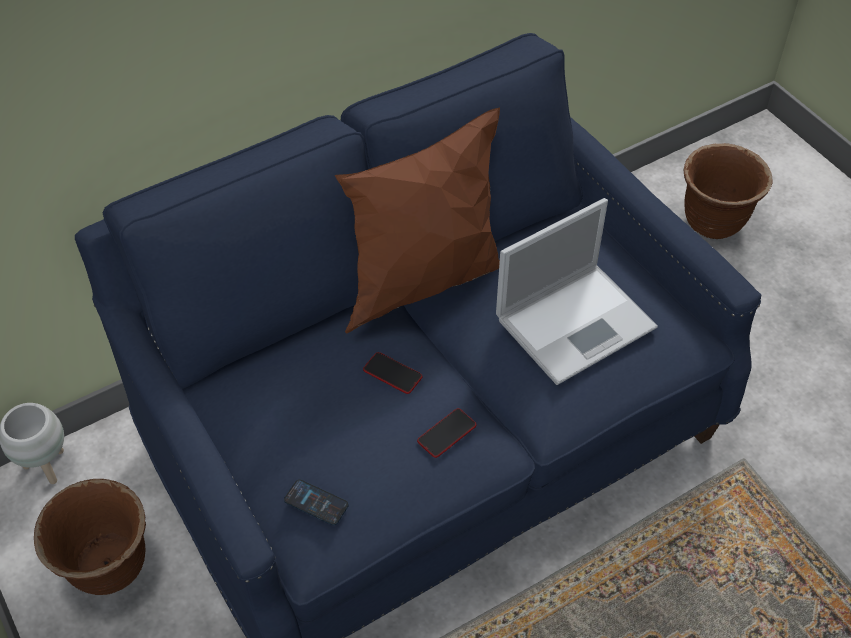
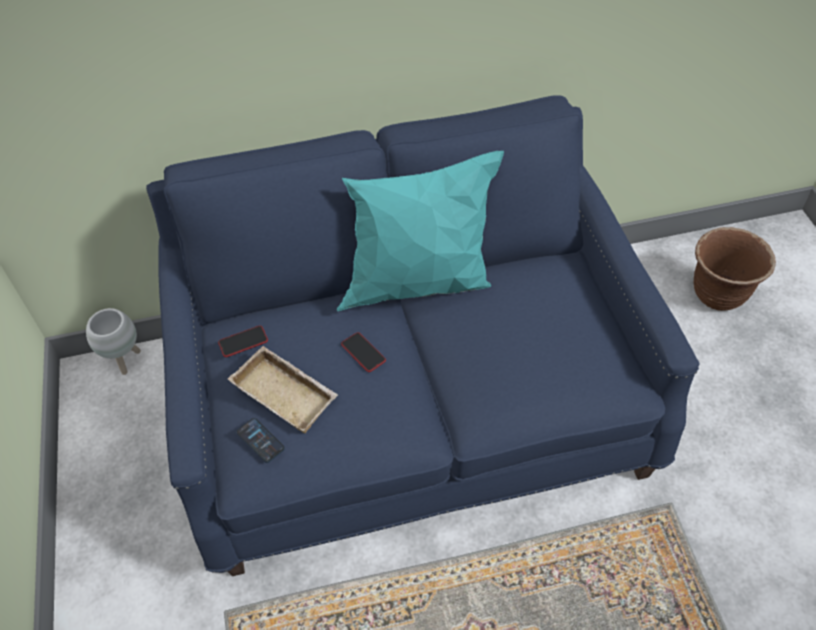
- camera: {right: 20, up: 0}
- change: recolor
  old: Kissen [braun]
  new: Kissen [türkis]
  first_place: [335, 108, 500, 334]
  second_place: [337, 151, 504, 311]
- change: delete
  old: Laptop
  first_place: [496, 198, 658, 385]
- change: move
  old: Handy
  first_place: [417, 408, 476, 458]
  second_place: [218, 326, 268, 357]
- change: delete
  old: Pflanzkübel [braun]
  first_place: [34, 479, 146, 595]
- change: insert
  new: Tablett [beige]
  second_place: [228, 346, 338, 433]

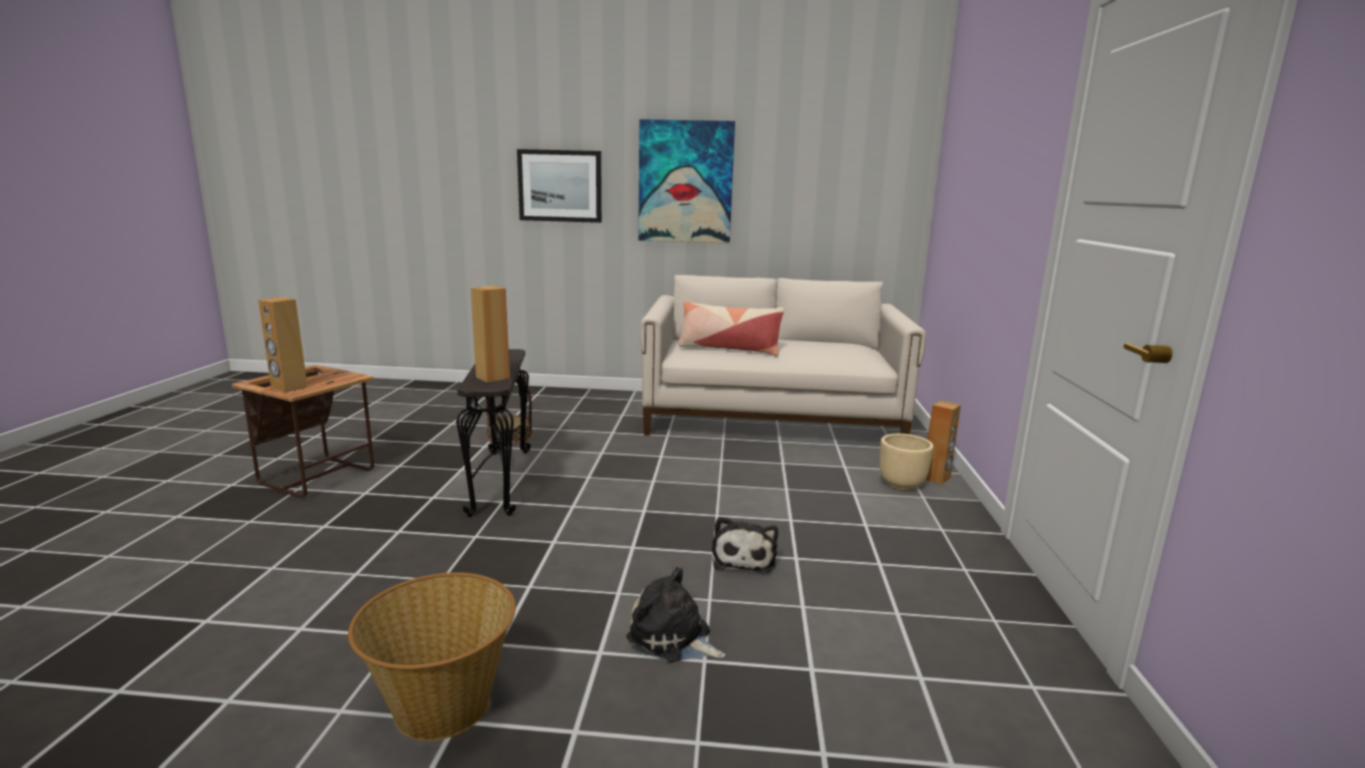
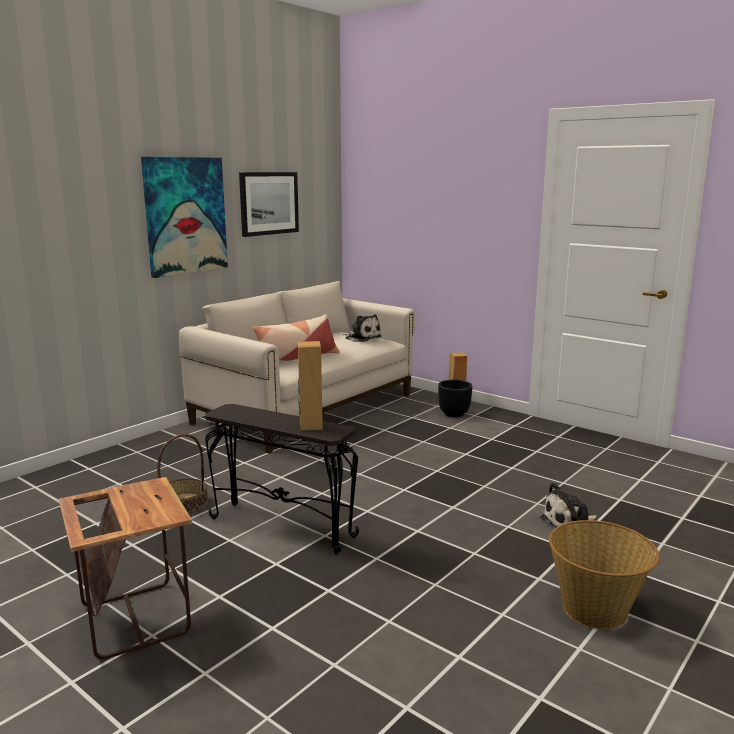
- camera: {right: -55, up: 0}
- change: move
  old: Bild
  first_place: [517, 149, 602, 223]
  second_place: [239, 172, 299, 237]
- change: delete
  old: Lautsprecher [braun]
  first_place: [258, 297, 308, 393]
- change: recolor
  old: Pflanzkübel [beige]
  new: Pflanzkübel [schwarz]
  first_place: [880, 434, 934, 491]
  second_place: [438, 380, 472, 417]
- change: move
  old: Plüschtier
  first_place: [712, 516, 778, 574]
  second_place: [344, 314, 382, 342]

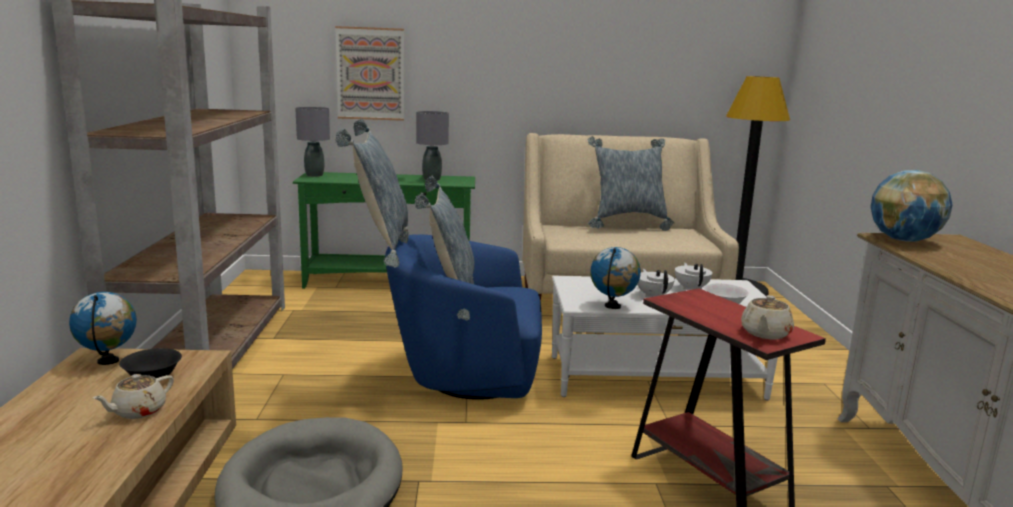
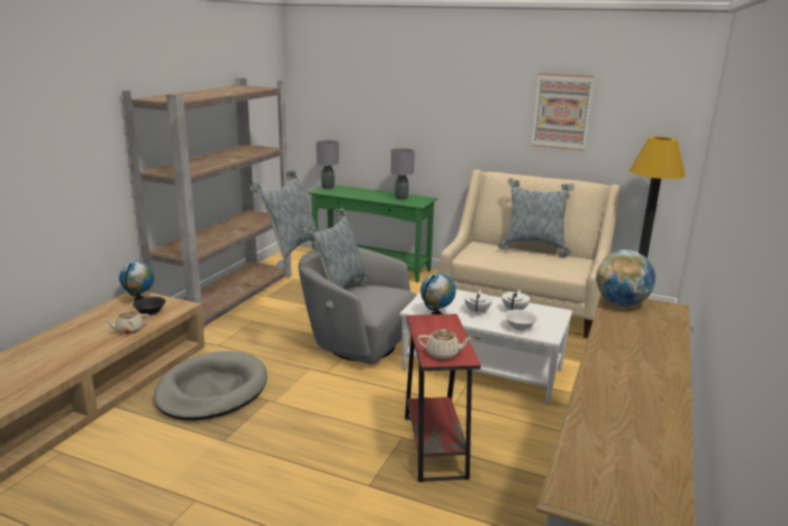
- camera: {right: 25, up: 5}
- change: move
  old: Bild
  first_place: [335, 26, 404, 121]
  second_place: [531, 73, 594, 151]
- change: recolor
  old: Sessel [blau]
  new: Sessel [grau]
  first_place: [385, 234, 542, 400]
  second_place: [298, 247, 416, 364]
- change: rotate
  old: Teekanne [beige]
  first_place: [741, 295, 794, 339]
  second_place: [418, 329, 473, 359]
  degrees: -135

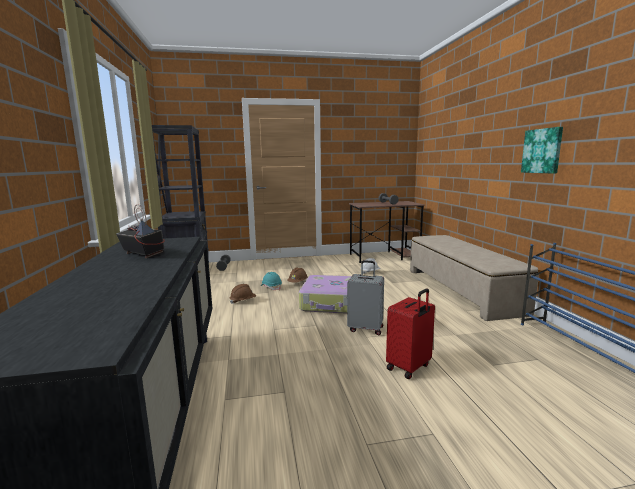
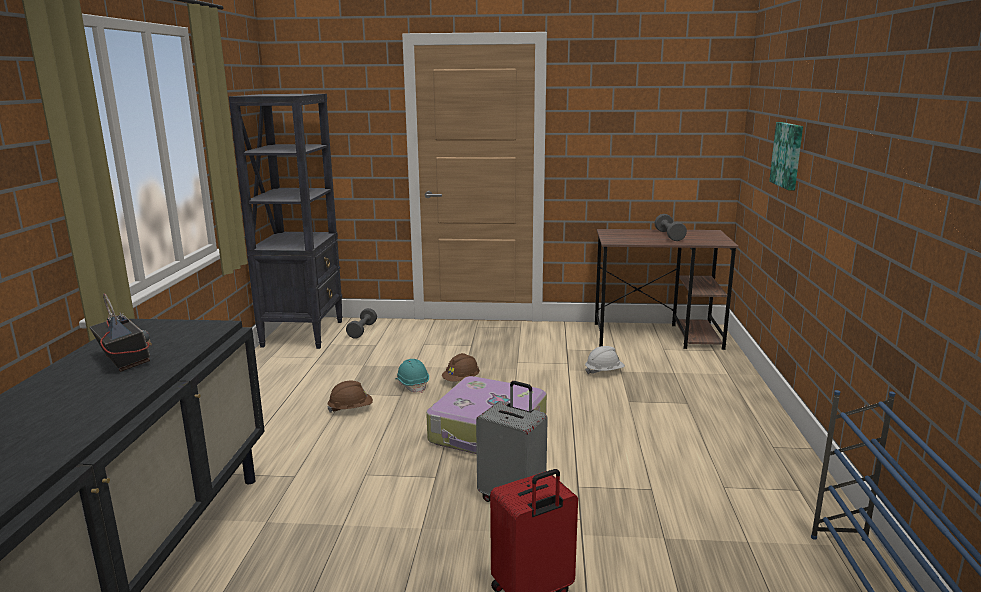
- camera: {right: 15, up: 5}
- change: move
  old: Bild
  first_place: [521, 127, 563, 174]
  second_place: [769, 122, 803, 191]
- change: delete
  old: Bank [beige]
  first_place: [410, 235, 539, 321]

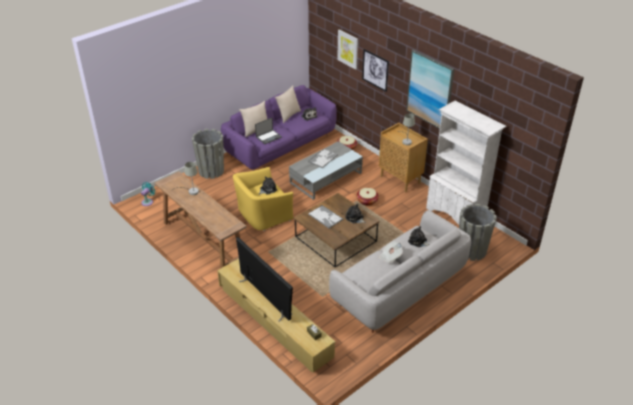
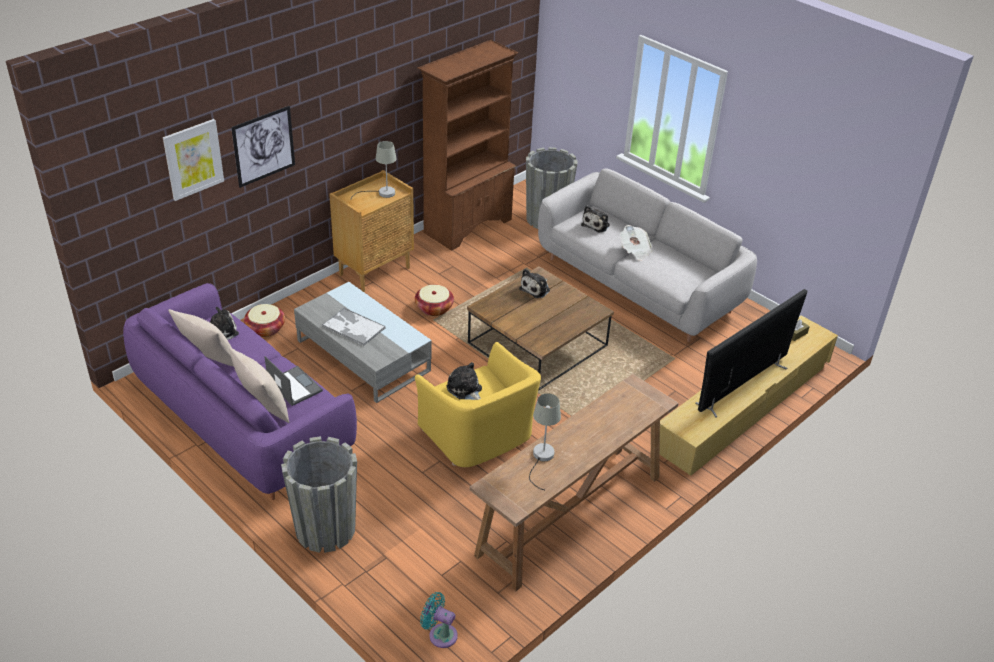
- camera: {right: -95, up: 0}
- change: delete
  old: Bild
  first_place: [406, 50, 454, 129]
- change: recolor
  old: Bücherregal [weiß]
  new: Bücherregal [braun]
  first_place: [426, 100, 506, 225]
  second_place: [418, 40, 518, 251]
- change: delete
  old: Tablett
  first_place: [308, 205, 343, 228]

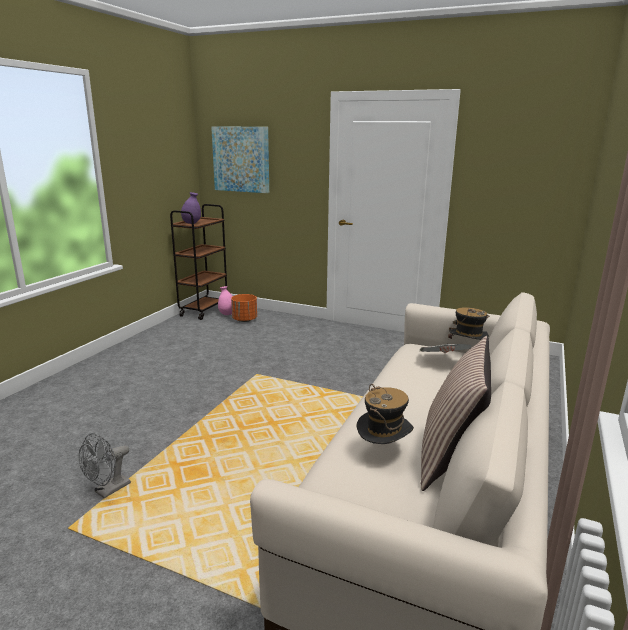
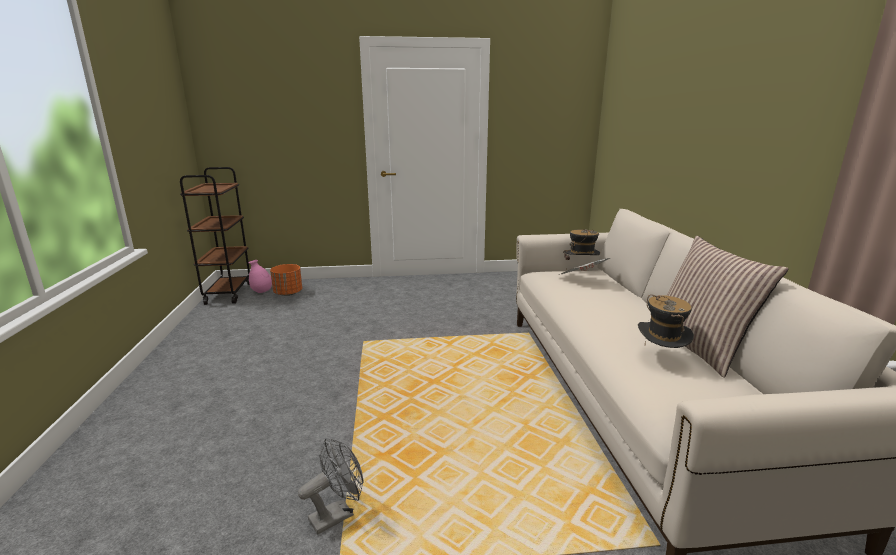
- camera: {right: -30, up: 0}
- change: delete
  old: Bild
  first_place: [211, 126, 269, 193]
- change: delete
  old: Vase [lila]
  first_place: [181, 192, 201, 224]
- change: rotate
  old: Ventilator [grau]
  first_place: [79, 433, 131, 498]
  second_place: [298, 438, 364, 535]
  degrees: -135

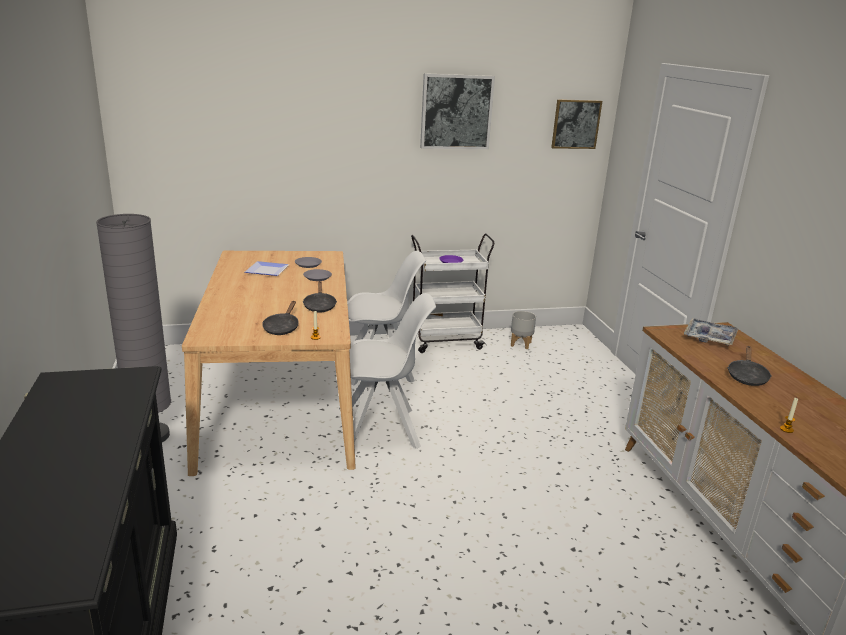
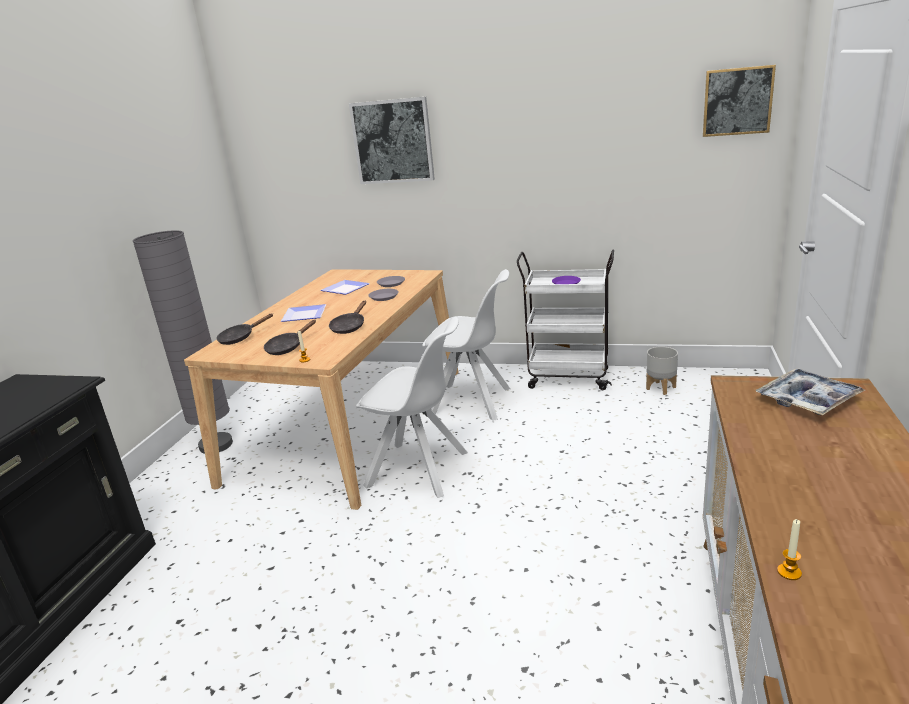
- camera: {right: 30, up: 0}
- change: move
  old: Bild
  first_place: [420, 73, 495, 149]
  second_place: [349, 97, 435, 184]
- change: move
  old: Pfanne [schwarz]
  first_place: [727, 346, 771, 386]
  second_place: [216, 314, 273, 345]
- change: insert
  new: Teller
  second_place: [281, 304, 326, 322]

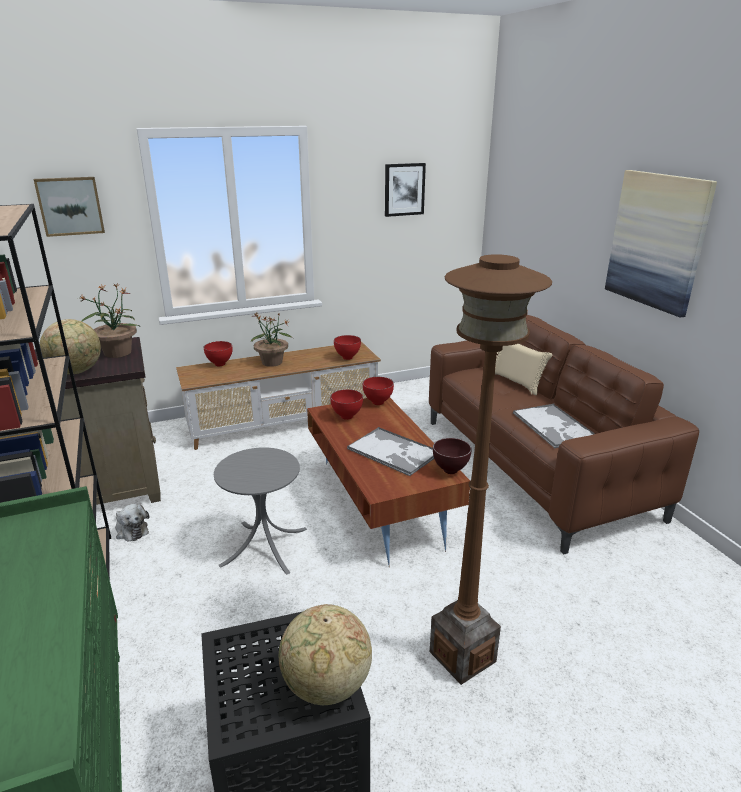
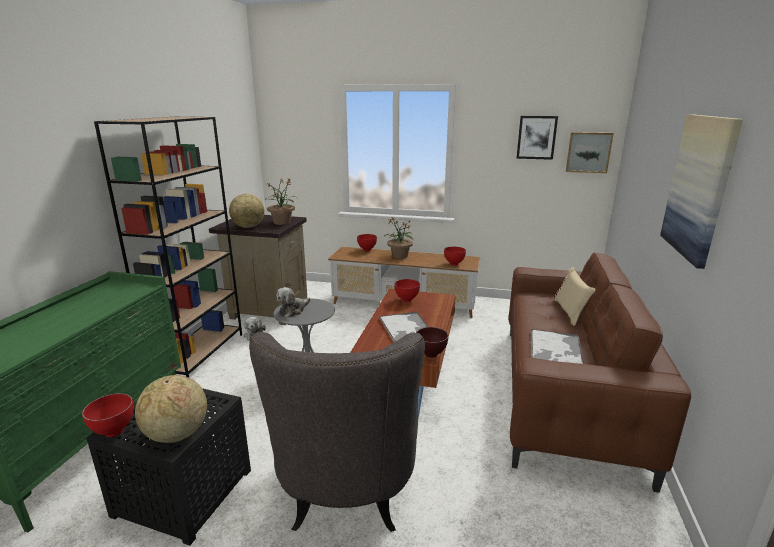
- camera: {right: 35, up: -5}
- change: move
  old: Bild
  first_place: [34, 177, 105, 237]
  second_place: [566, 132, 614, 173]
- change: replace
  old: Stehlampe [braun]
  new: Sessel [grau]
  first_place: [430, 254, 552, 685]
  second_place: [249, 332, 425, 532]
- change: move
  old: Schüssel [rot]
  first_place: [363, 377, 394, 405]
  second_place: [82, 393, 134, 437]
- change: insert
  new: Plüschtier
  second_place: [276, 287, 310, 318]

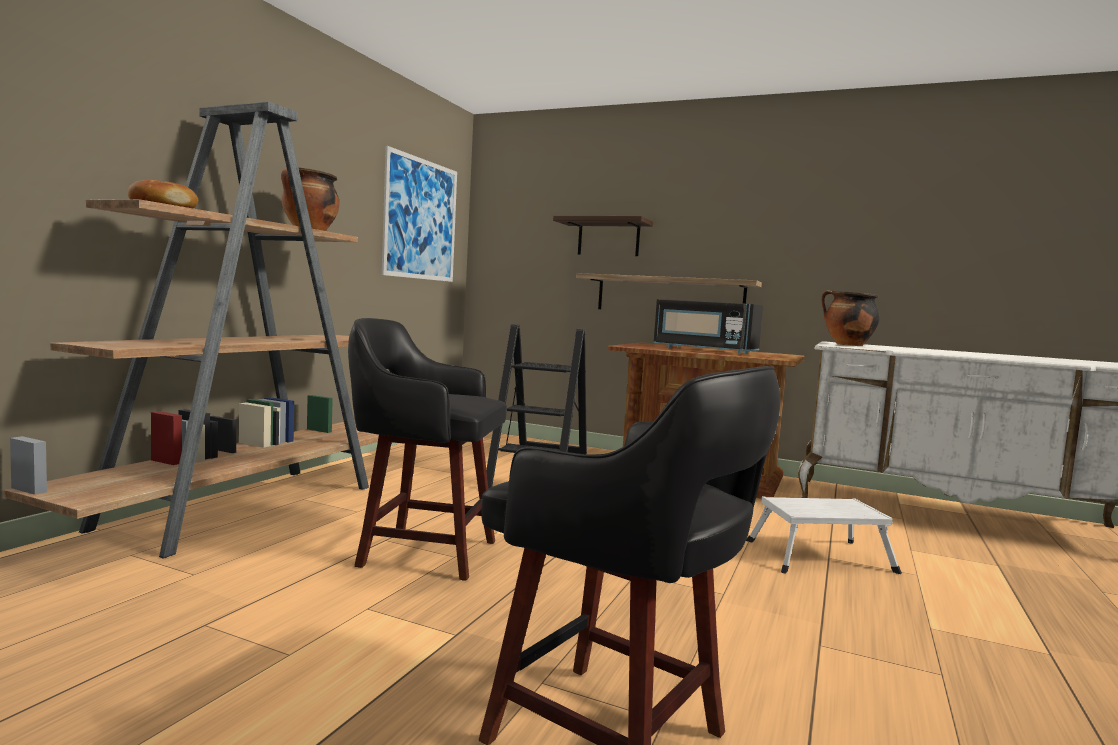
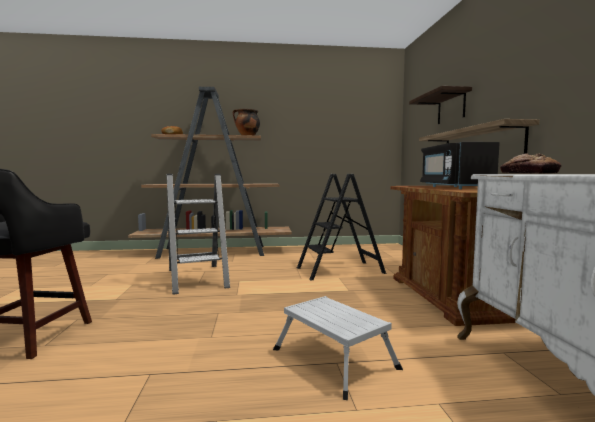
- camera: {right: 60, up: 0}
- change: delete
  old: Bild
  first_place: [382, 146, 457, 282]
- change: replace
  old: Kochtopf
  new: Brot
  first_place: [821, 290, 879, 346]
  second_place: [500, 153, 562, 174]
- change: replace
  old: Hocker [schwarz]
  new: Trittleiter [grau]
  first_place: [348, 318, 507, 581]
  second_place: [166, 174, 230, 295]

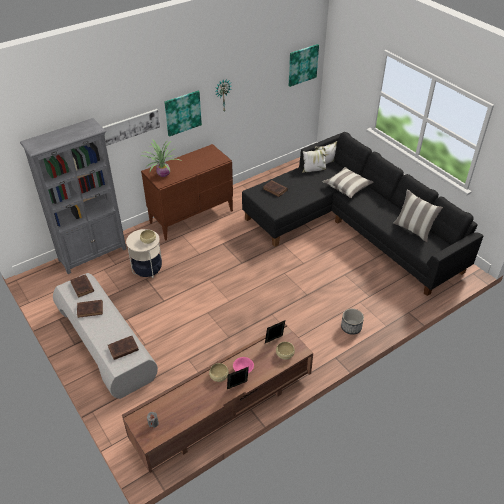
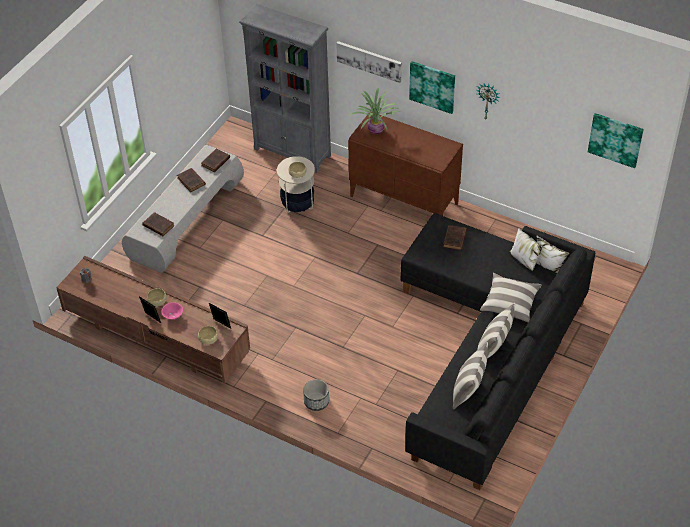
- camera: {right: 65, up: 5}
- change: insert
  new: Kissen
  second_place: [477, 303, 515, 358]

